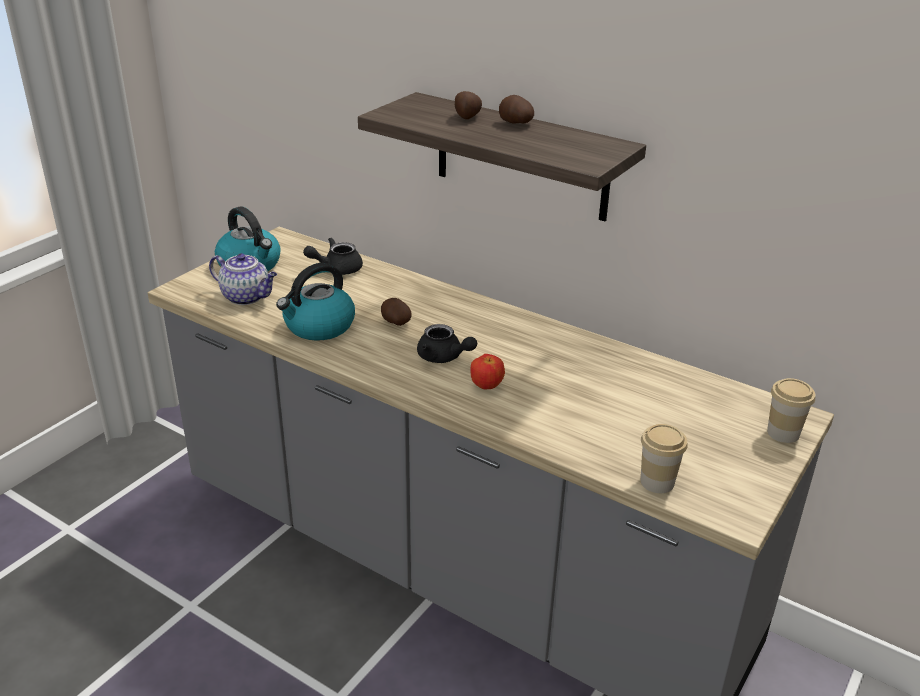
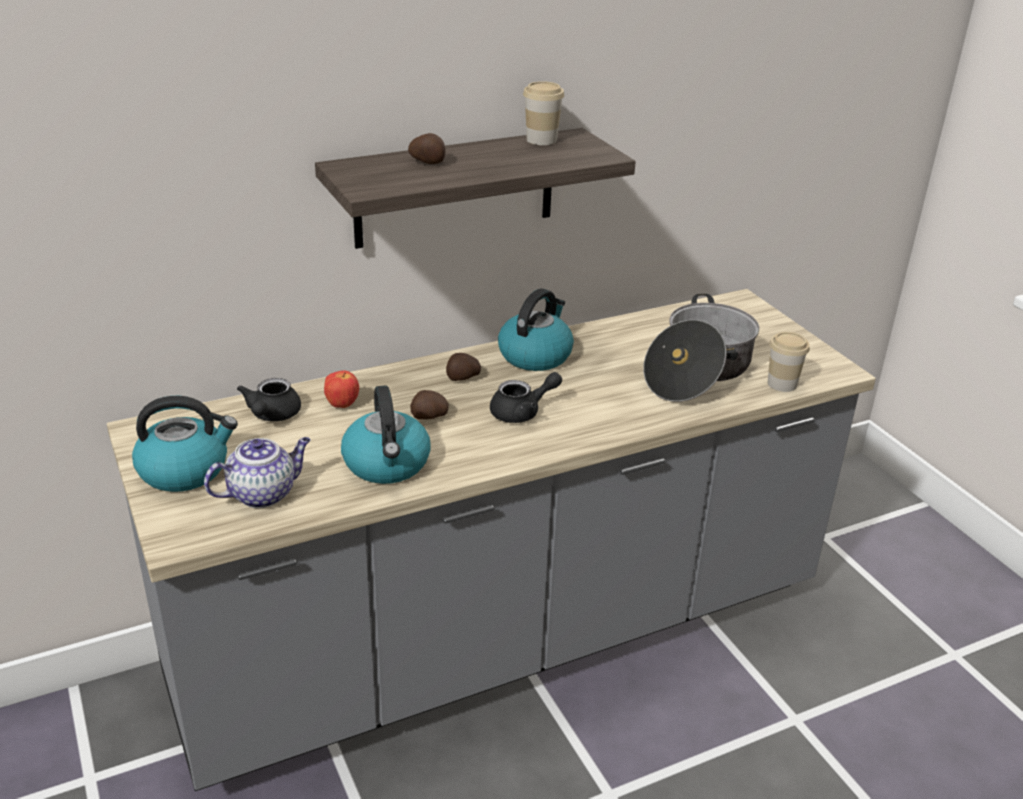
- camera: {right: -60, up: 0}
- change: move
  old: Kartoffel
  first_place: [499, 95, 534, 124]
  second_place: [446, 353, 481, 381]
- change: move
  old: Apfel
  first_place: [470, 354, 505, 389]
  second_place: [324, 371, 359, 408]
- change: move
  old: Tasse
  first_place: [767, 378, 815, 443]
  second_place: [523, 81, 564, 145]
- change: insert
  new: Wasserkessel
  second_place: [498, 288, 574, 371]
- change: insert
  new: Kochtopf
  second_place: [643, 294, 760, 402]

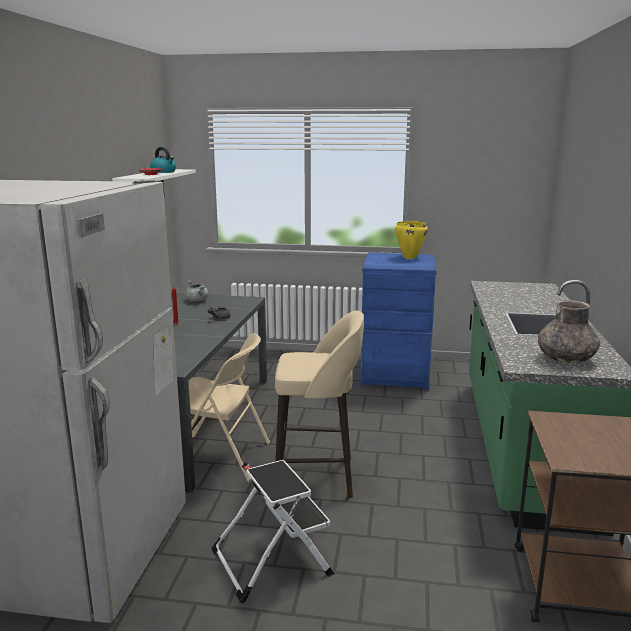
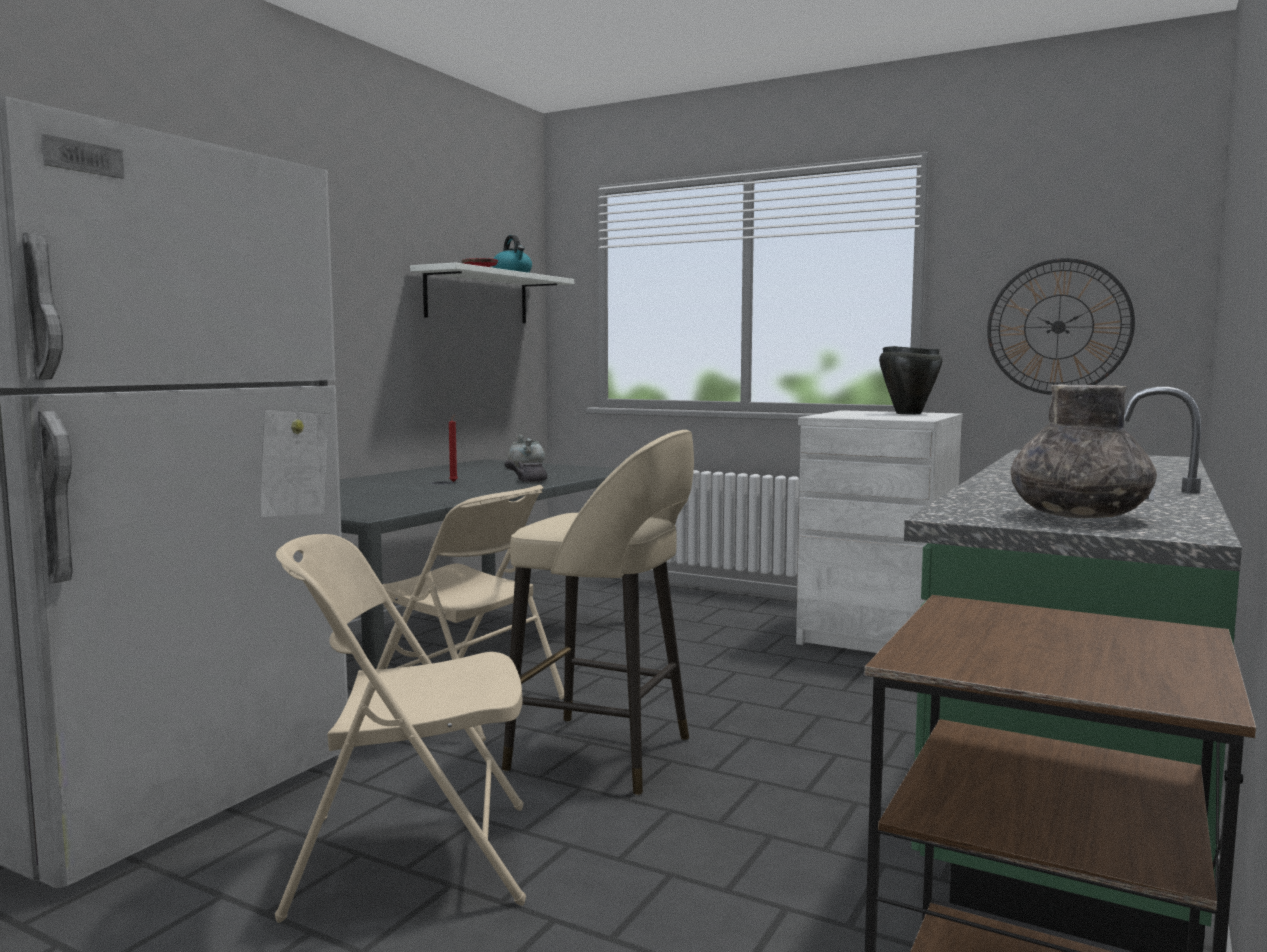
- camera: {right: 20, up: -10}
- change: recolor
  old: Kochtopf [gelb]
  new: Kochtopf [schwarz]
  first_place: [395, 221, 428, 259]
  second_place: [879, 346, 942, 414]
- change: recolor
  old: Kommode [blau]
  new: Kommode [weiß]
  first_place: [360, 253, 436, 390]
  second_place: [796, 410, 963, 653]
- change: replace
  old: Trittleiter
  new: Stuhl [beige]
  first_place: [211, 460, 335, 603]
  second_place: [275, 534, 526, 923]
- change: insert
  new: Wanduhr
  second_place: [987, 258, 1135, 395]

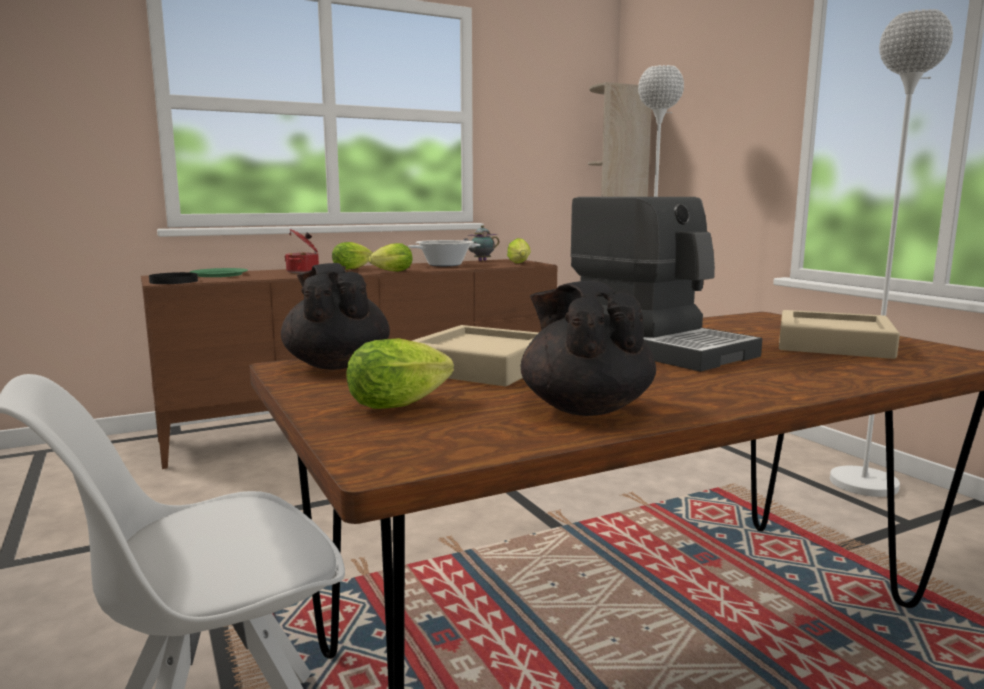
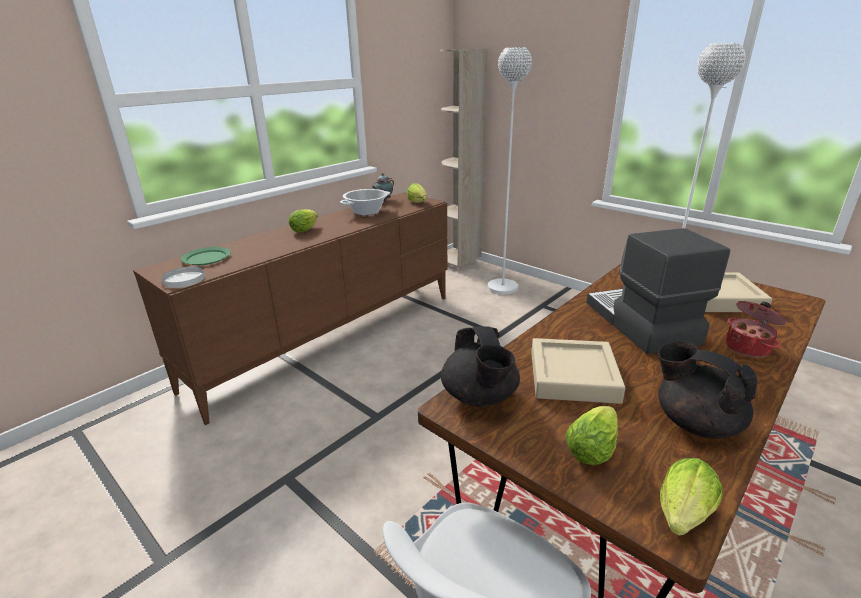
- camera: {right: -20, up: 15}
- change: rotate
  old: Kaffeemaschine
  first_place: [570, 197, 762, 372]
  second_place: [587, 228, 730, 354]
  degrees: -135
- change: move
  old: Kochtopf
  first_place: [284, 229, 319, 273]
  second_place: [726, 301, 787, 358]
- change: move
  old: Salatkopf
  first_place: [369, 243, 413, 271]
  second_place: [660, 458, 723, 536]
- change: rotate
  old: Teekanne [schwarz]
  first_place: [281, 263, 390, 370]
  second_place: [441, 326, 520, 407]
  degrees: -150
- change: recolor
  old: Teller [schwarz]
  new: Teller [weiß]
  first_place: [149, 272, 198, 284]
  second_place: [162, 267, 205, 288]

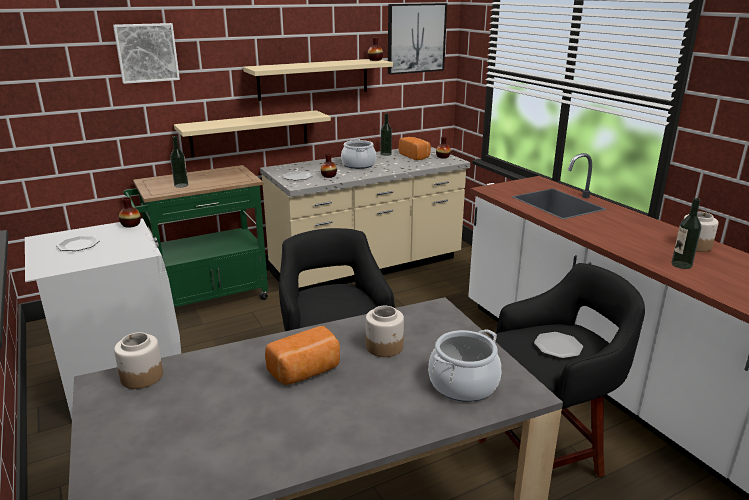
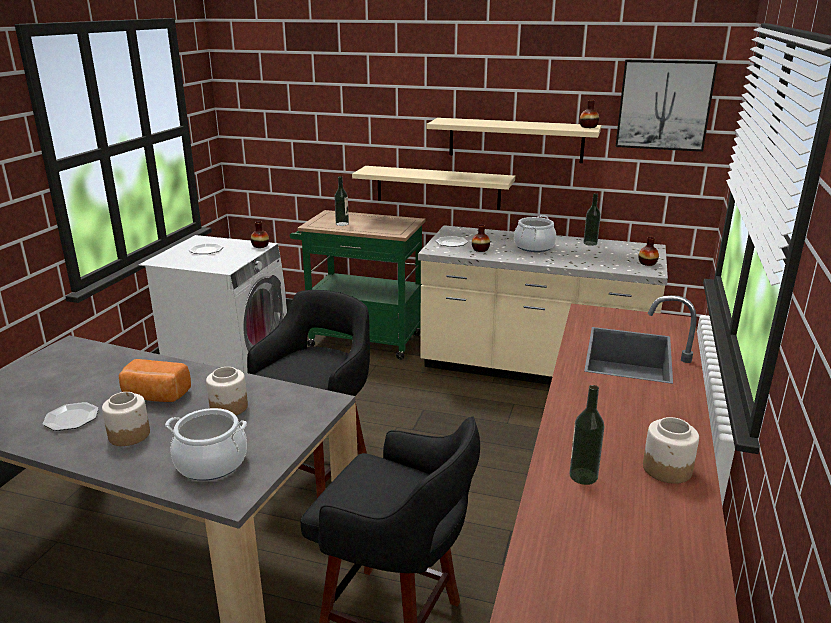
- camera: {right: 45, up: 0}
- change: delete
  old: Bild
  first_place: [113, 23, 180, 84]
- change: delete
  old: Brot
  first_place: [399, 137, 431, 160]
- change: move
  old: Vorratsglas
  first_place: [114, 332, 163, 389]
  second_place: [102, 392, 150, 446]
- change: move
  old: Teller
  first_place: [534, 332, 583, 358]
  second_place: [43, 402, 99, 431]

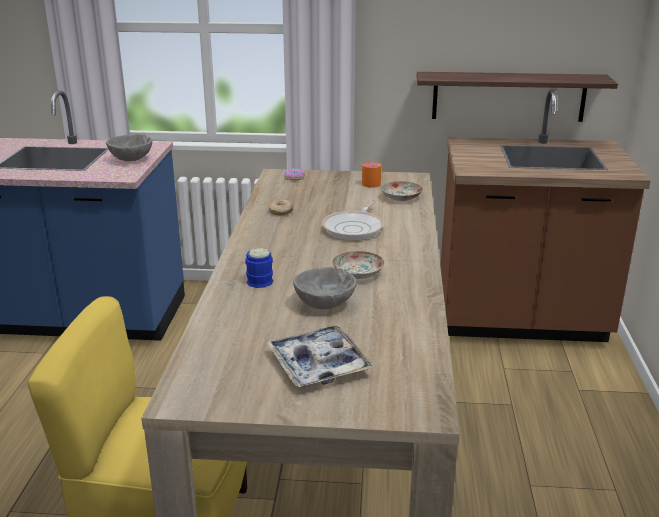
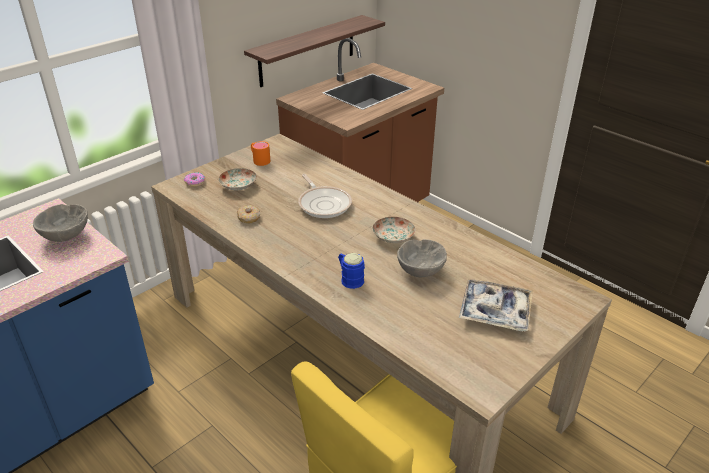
- camera: {right: -50, up: 10}
- change: move
  old: Teller
  first_place: [381, 181, 423, 201]
  second_place: [218, 168, 257, 190]

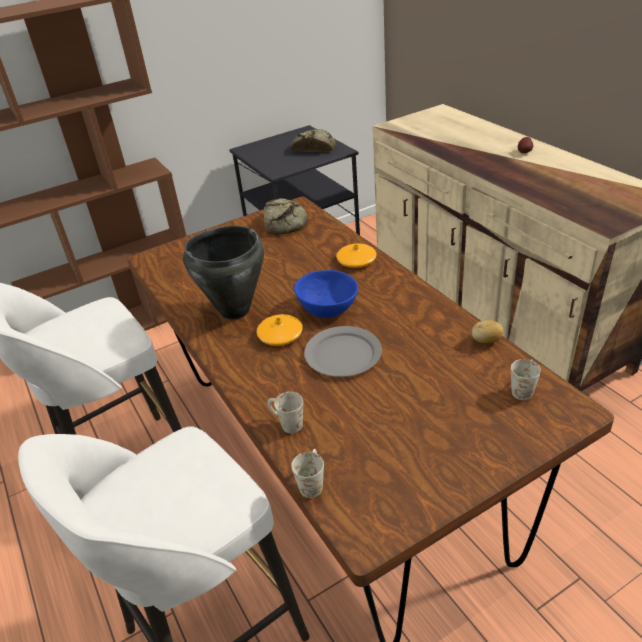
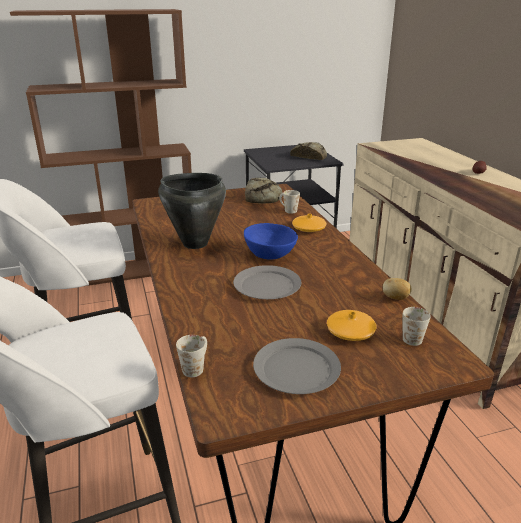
- camera: {right: 10, up: -10}
- change: move
  old: Vase [orange]
  first_place: [257, 314, 303, 346]
  second_place: [327, 310, 377, 341]
- change: move
  old: Henkelbecher [weiß]
  first_place: [267, 392, 303, 433]
  second_place: [279, 190, 300, 214]
- change: insert
  new: Teller [grau]
  second_place: [253, 338, 341, 394]

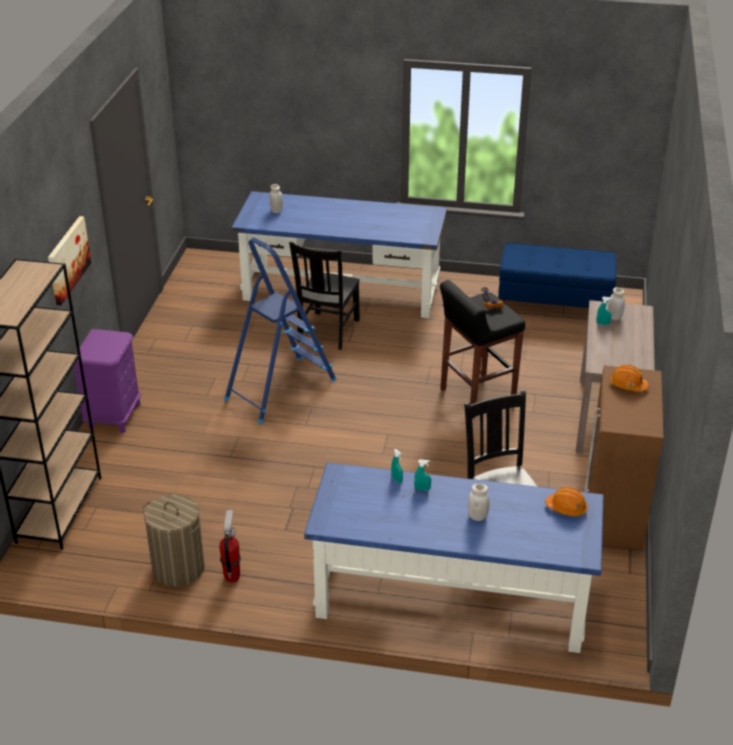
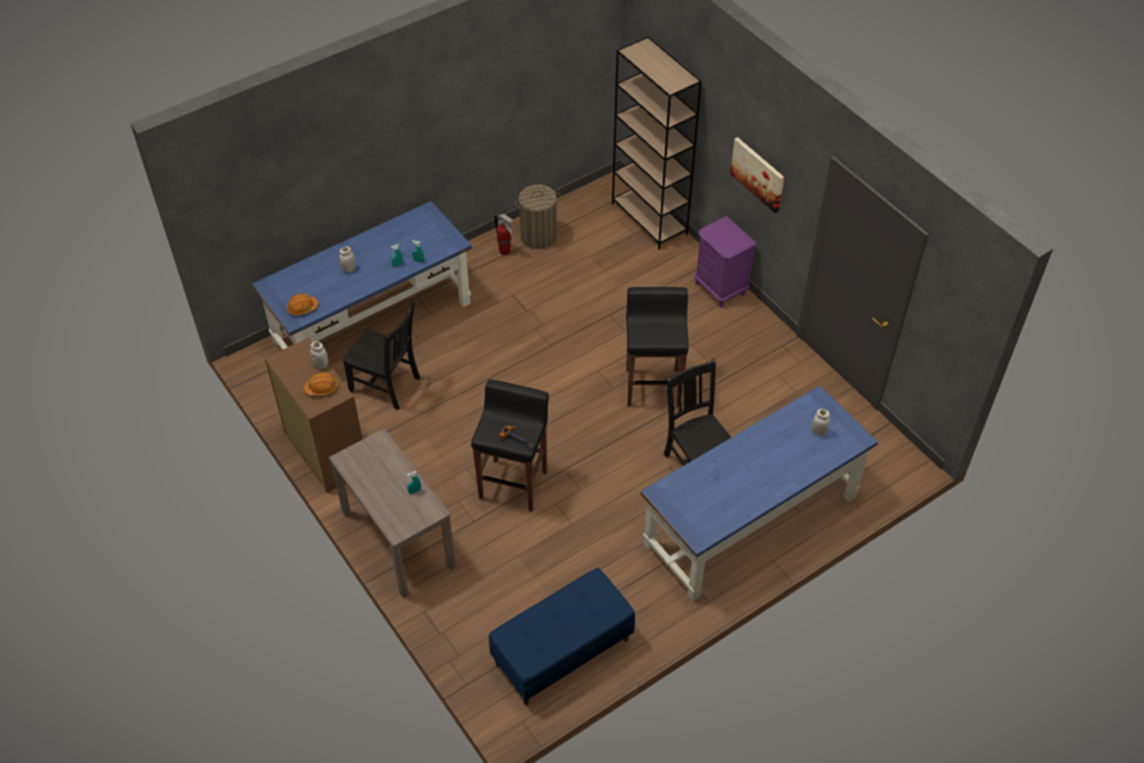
- camera: {right: 135, up: 15}
- change: replace
  old: Trittleiter [blau]
  new: Hocker [schwarz]
  first_place: [224, 238, 336, 424]
  second_place: [626, 287, 689, 406]
- change: move
  old: Vorratsglas [weiß]
  first_place: [608, 287, 625, 320]
  second_place: [310, 341, 328, 369]

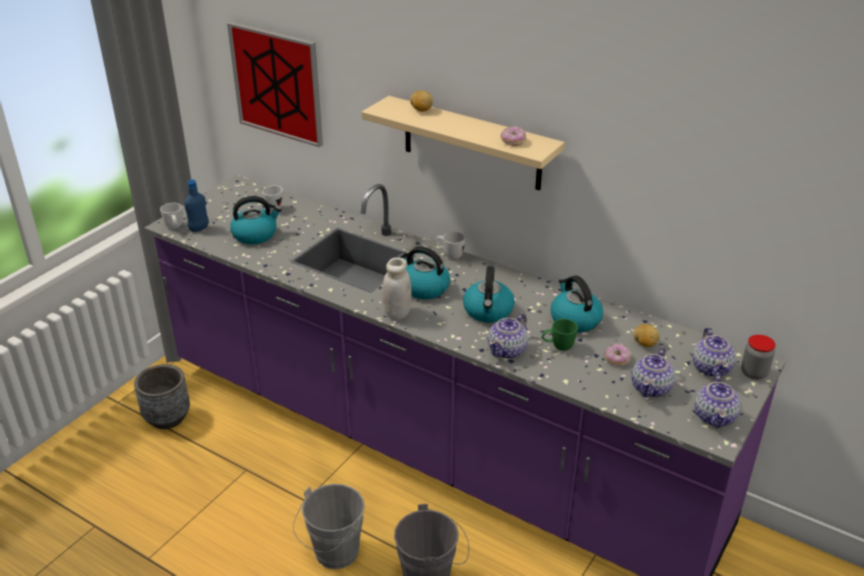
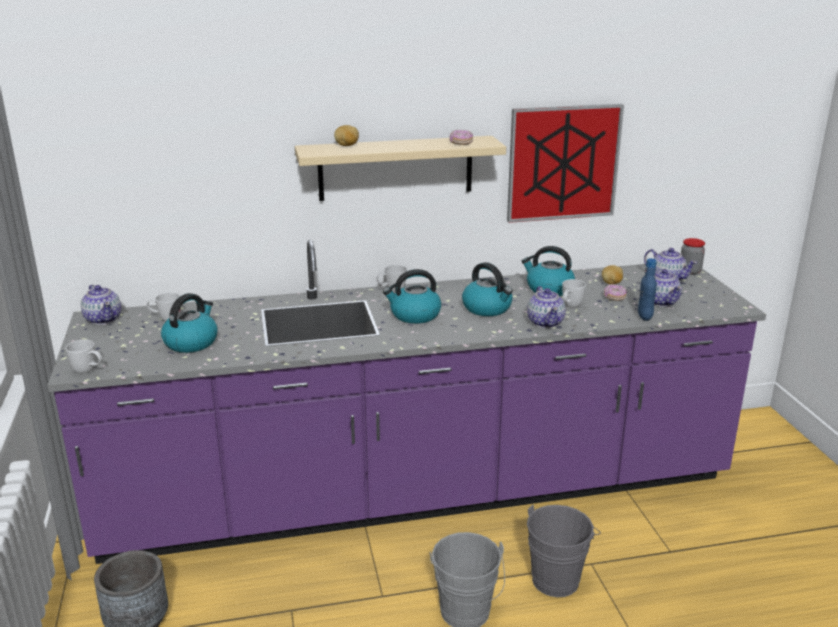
- camera: {right: -45, up: -10}
- change: move
  old: Bild
  first_place: [227, 22, 323, 147]
  second_place: [507, 104, 624, 223]
- change: move
  old: Flasche [blau]
  first_place: [184, 180, 209, 232]
  second_place: [638, 258, 657, 321]
- change: delete
  old: Vorratsglas [weiß]
  first_place: [383, 257, 412, 320]
- change: recolor
  old: Henkelbecher [grün]
  new: Henkelbecher [weiß]
  first_place: [542, 319, 578, 351]
  second_place: [562, 279, 586, 307]
- change: move
  old: Teekanne
  first_place: [694, 373, 741, 428]
  second_place: [81, 285, 121, 325]

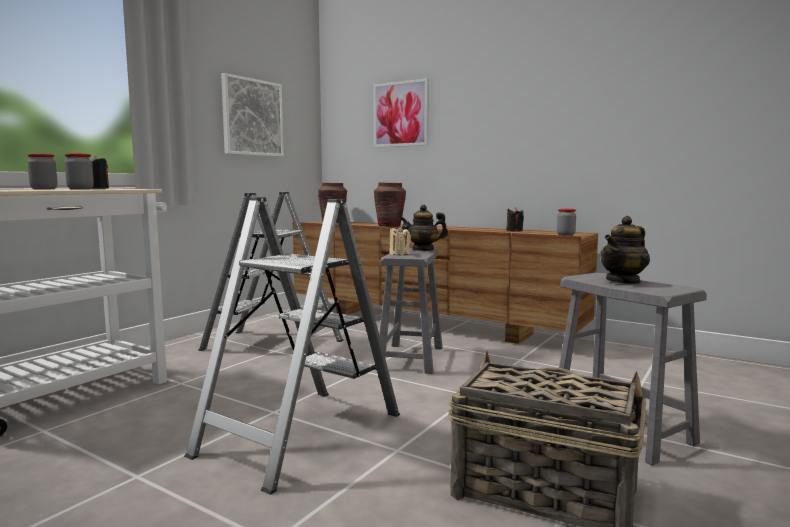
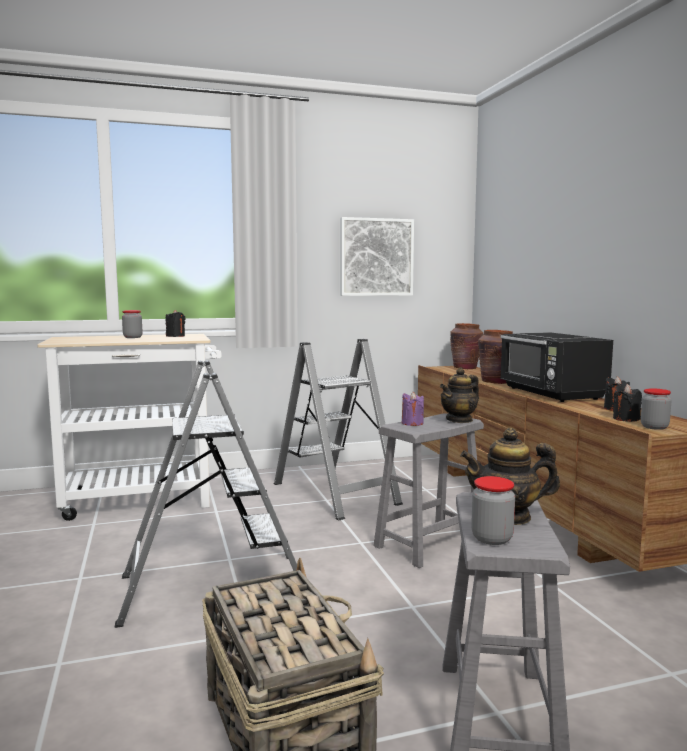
- camera: {right: 40, up: 0}
- change: delete
  old: Bild
  first_place: [373, 78, 429, 148]
- change: move
  old: Vorratsglas
  first_place: [64, 153, 94, 190]
  second_place: [471, 476, 515, 545]
- change: rotate
  old: Teekanne
  first_place: [400, 205, 448, 251]
  second_place: [440, 367, 479, 423]
  degrees: -75
- change: recolor
  old: Kerze [beige]
  new: Kerze [lila]
  first_place: [389, 226, 411, 255]
  second_place: [402, 392, 424, 426]
- change: insert
  new: Mikrowelle [schwarz]
  second_place: [500, 332, 613, 402]
- change: insert
  new: Kerze [schwarz]
  second_place: [613, 384, 642, 422]

